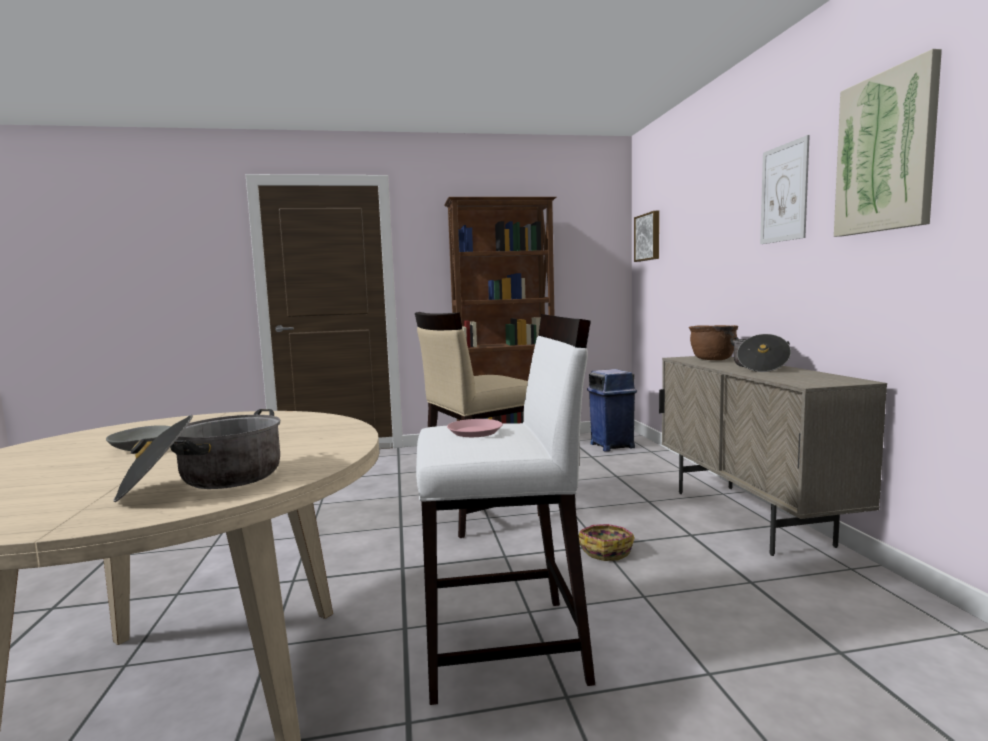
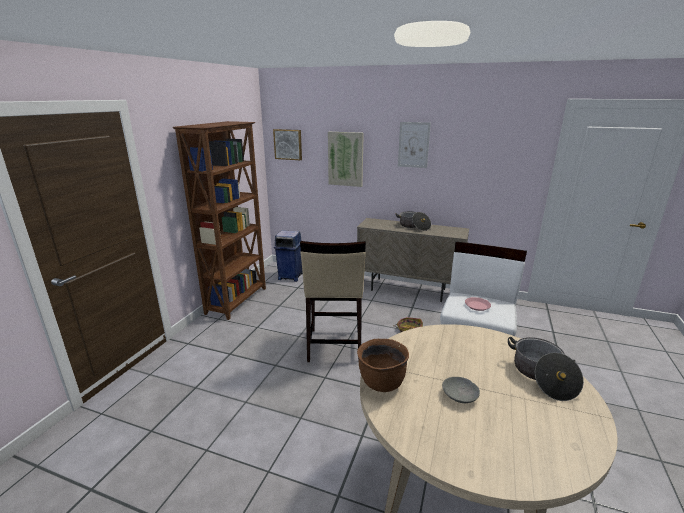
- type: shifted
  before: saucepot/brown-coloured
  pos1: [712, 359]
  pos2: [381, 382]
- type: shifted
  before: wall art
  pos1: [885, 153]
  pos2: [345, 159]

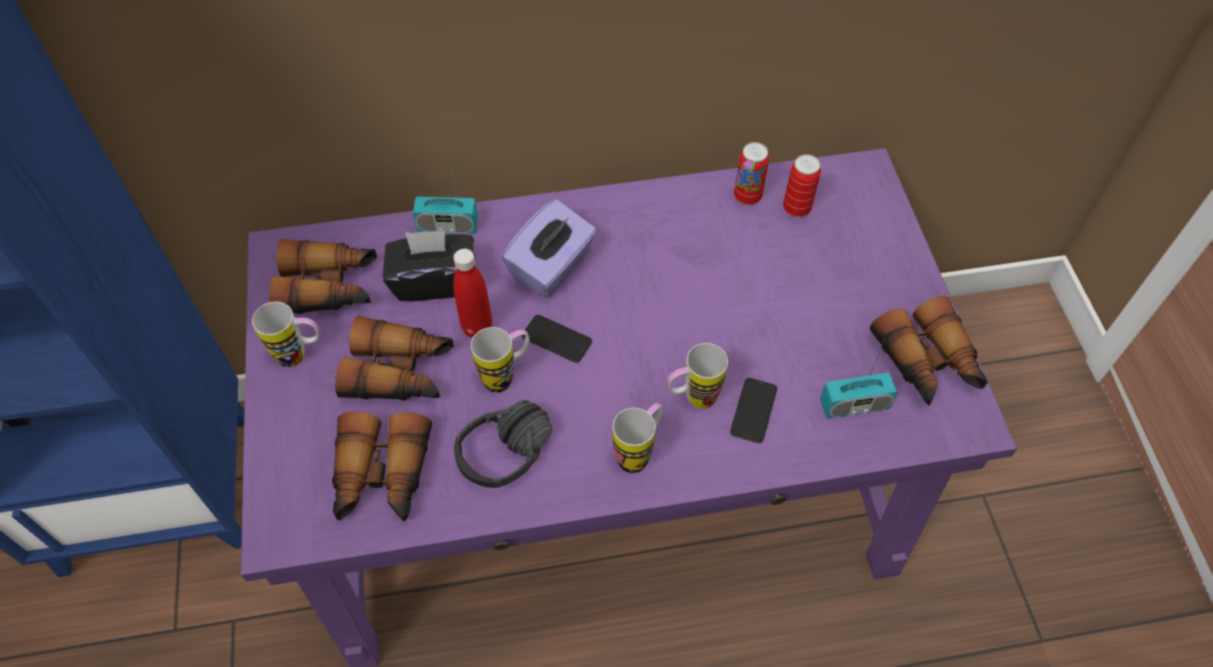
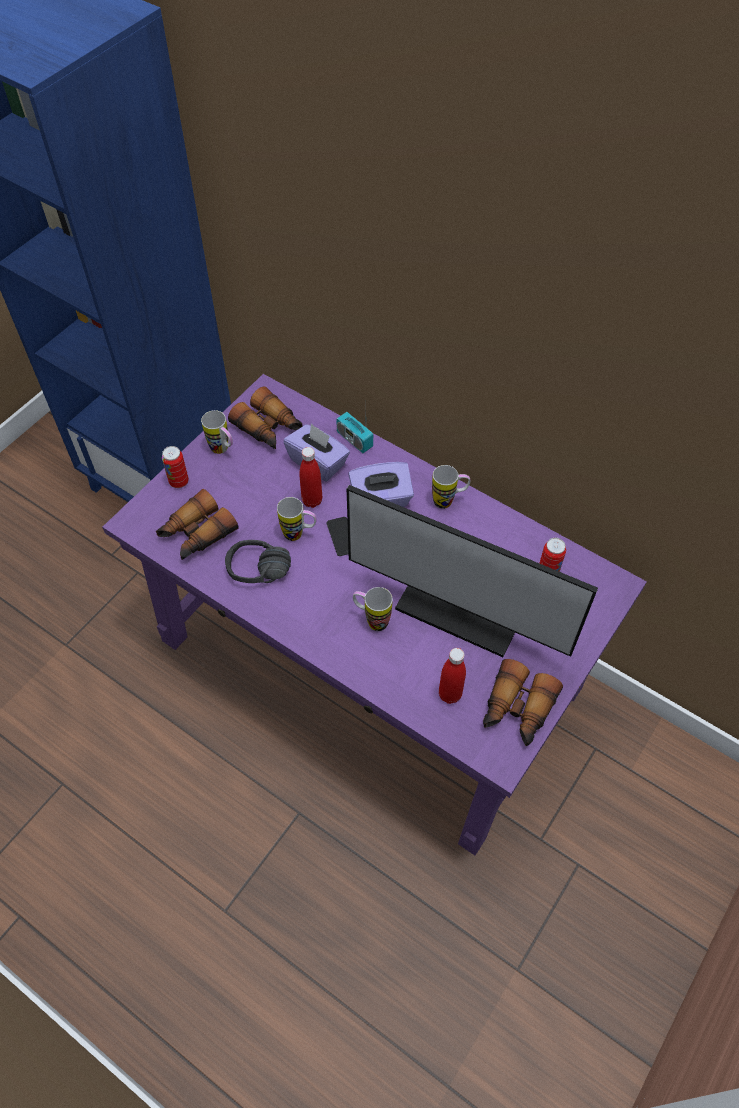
- type: gone
  before: field glasses
  pos1: [401, 372]
- type: repainted
  before: tissue holder/blackish
  after: tissue holder/purple-coloured
  pos1: [434, 281]
  pos2: [318, 462]
- type: shifted
  before: tea mug
  pos1: [639, 453]
  pos2: [448, 501]
- type: gone
  before: phone
  pos1: [753, 411]
- type: shifted
  before: can
  pos1: [747, 196]
  pos2: [179, 481]
- type: swapped
  before: radio
  after: bottle/red
  pos1: [854, 405]
  pos2: [450, 694]
- type: new
  after: computer screen
  pos2: [459, 611]

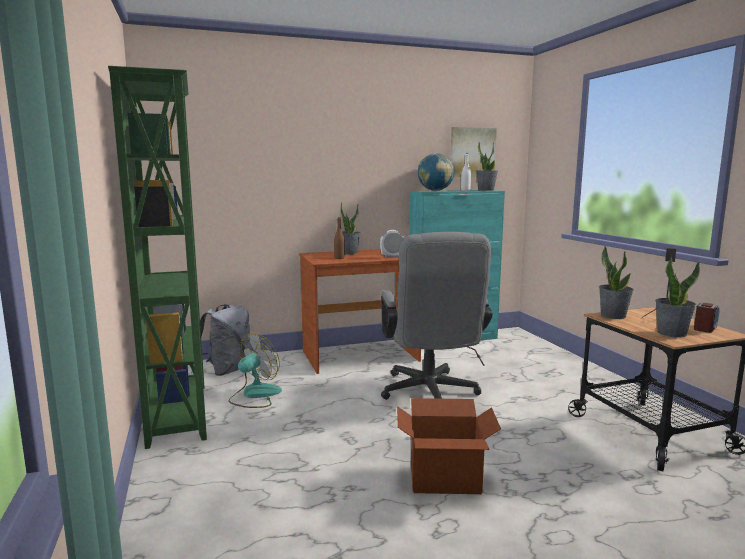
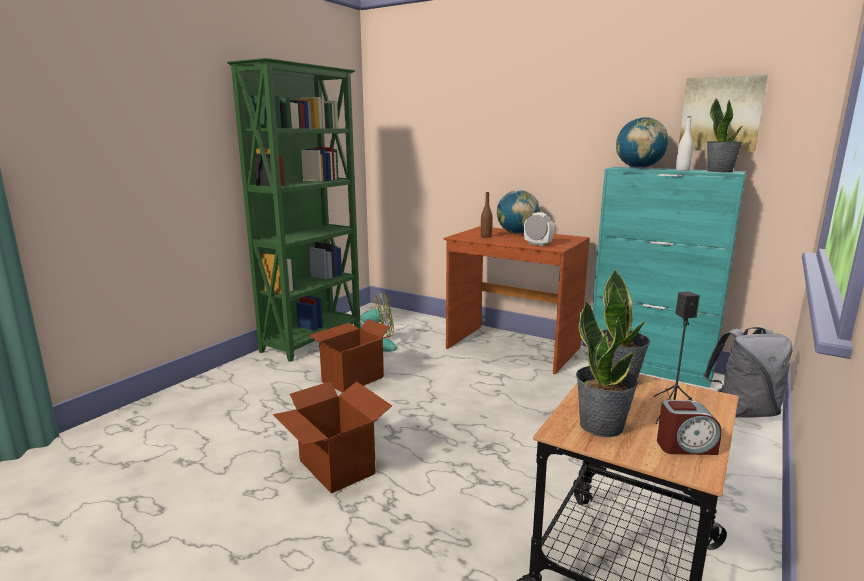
- type: shifted
  before: backpack/gray
  pos1: [228, 370]
  pos2: [743, 412]
- type: swapped
  before: houseplant
  after: world globe
  pos1: [348, 253]
  pos2: [517, 233]
- type: gone
  before: desk chair/gray
  pos1: [430, 394]
- type: new
  after: carton
  pos2: [352, 379]

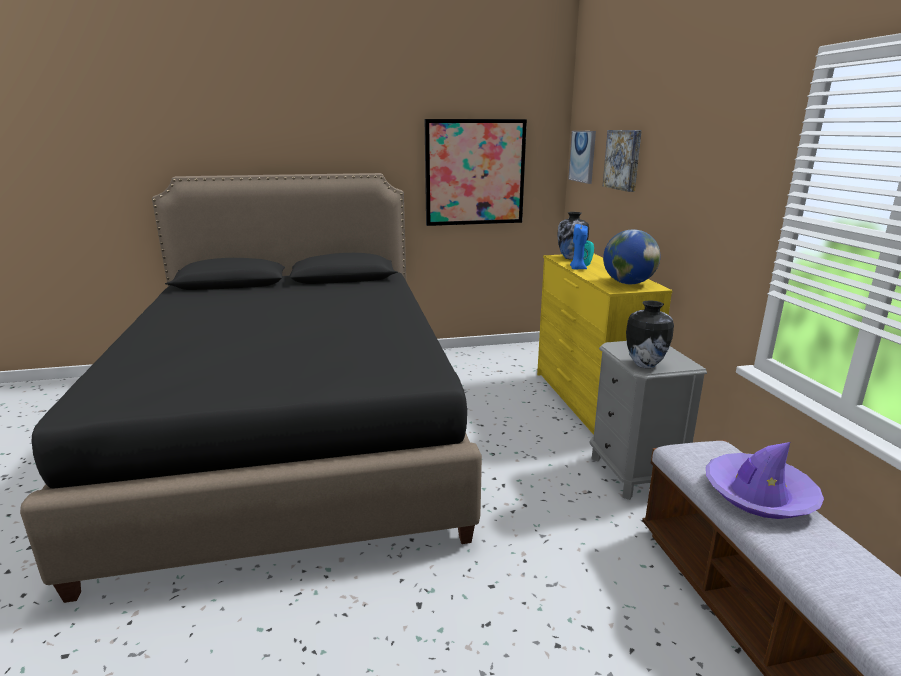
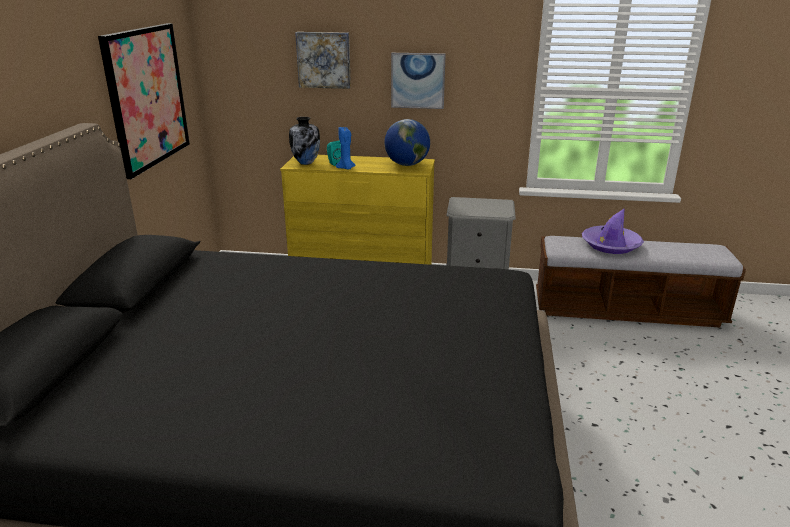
- type: shifted
  before: wall art
  pos1: [583, 156]
  pos2: [418, 80]
- type: gone
  before: vase
  pos1: [644, 364]

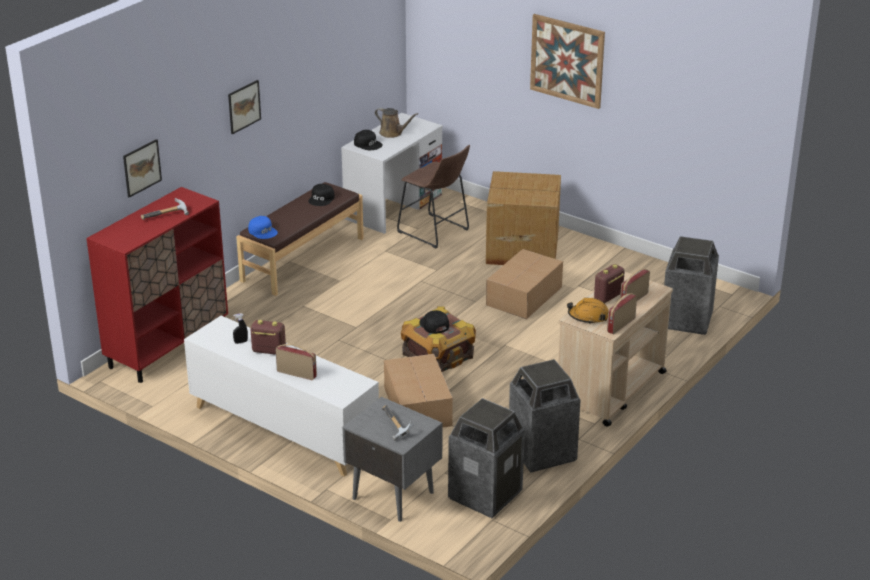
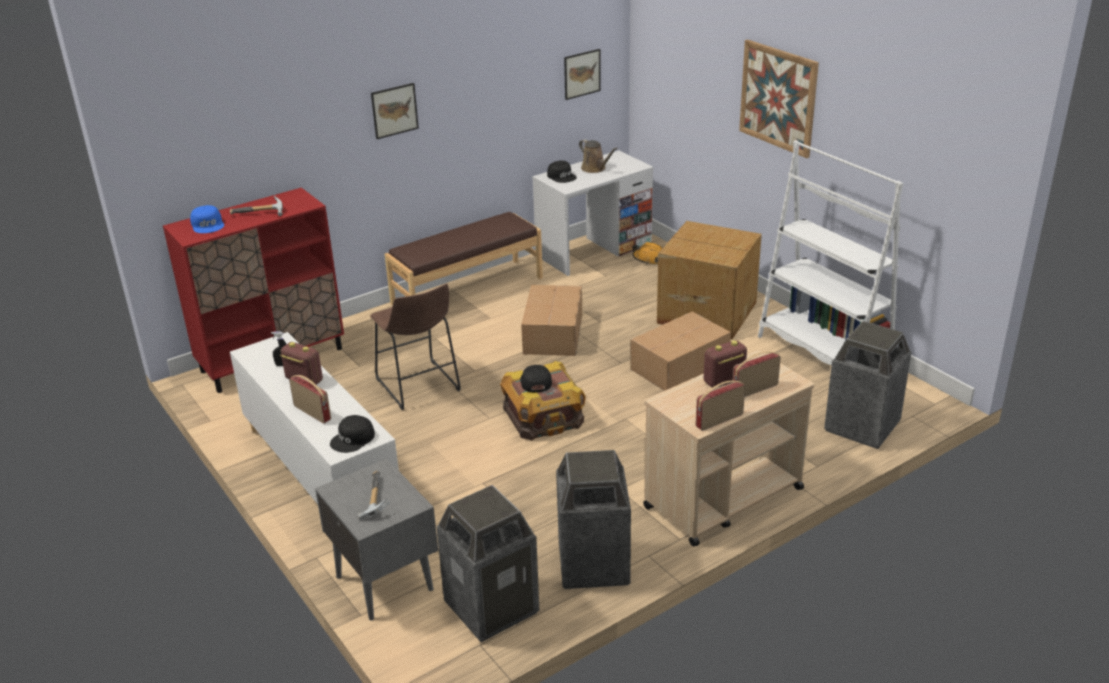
- type: shifted
  before: wall art
  pos1: [142, 168]
  pos2: [582, 74]
- type: shifted
  before: cap/blue
  pos1: [263, 231]
  pos2: [208, 225]
- type: shifted
  before: cap/blackish
  pos1: [322, 199]
  pos2: [353, 439]
- type: shifted
  before: carton
  pos1: [417, 407]
  pos2: [552, 334]
- type: shifted
  before: stool seat/brown-coloured
  pos1: [435, 232]
  pos2: [419, 387]
- type: shifted
  before: work helmet/orange-coloured
  pos1: [588, 316]
  pos2: [650, 259]
- type: new
  after: bookshelf/whitish
  pos2: [823, 352]

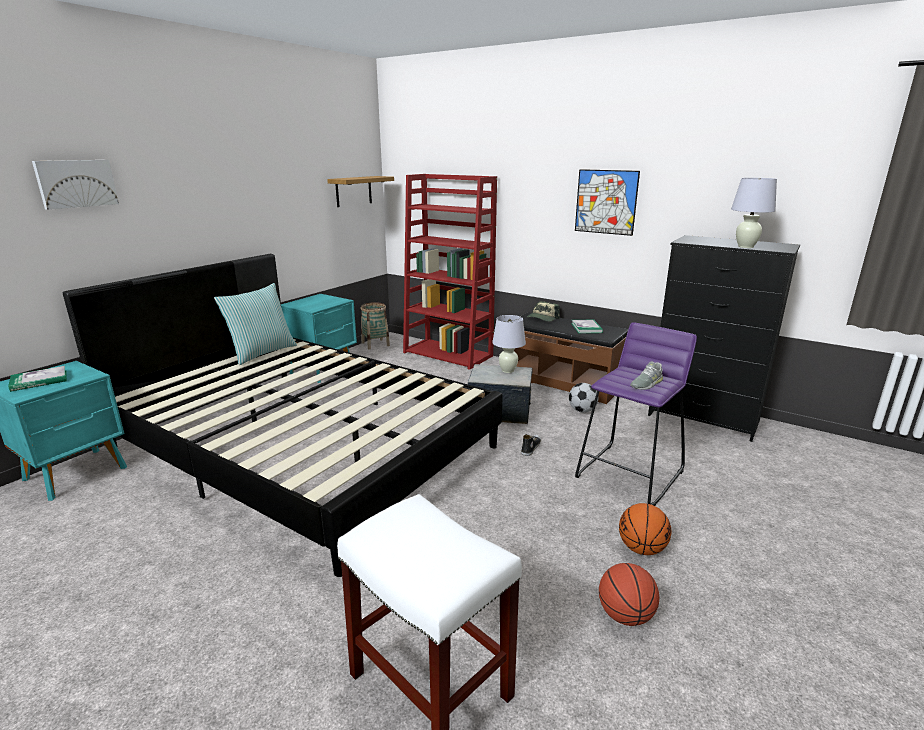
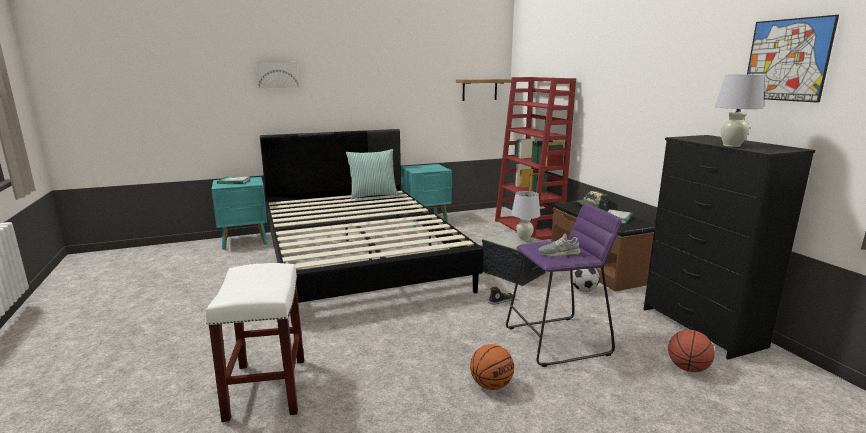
- type: gone
  before: storage basket
  pos1: [375, 344]
- type: shifted
  before: wall art
  pos1: [606, 202]
  pos2: [787, 60]
- type: shifted
  before: ball for basketball
  pos1: [625, 615]
  pos2: [687, 368]

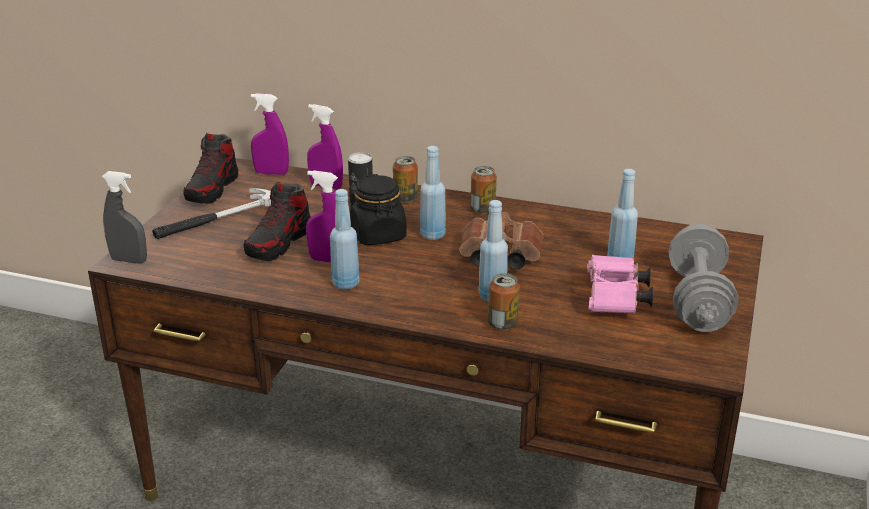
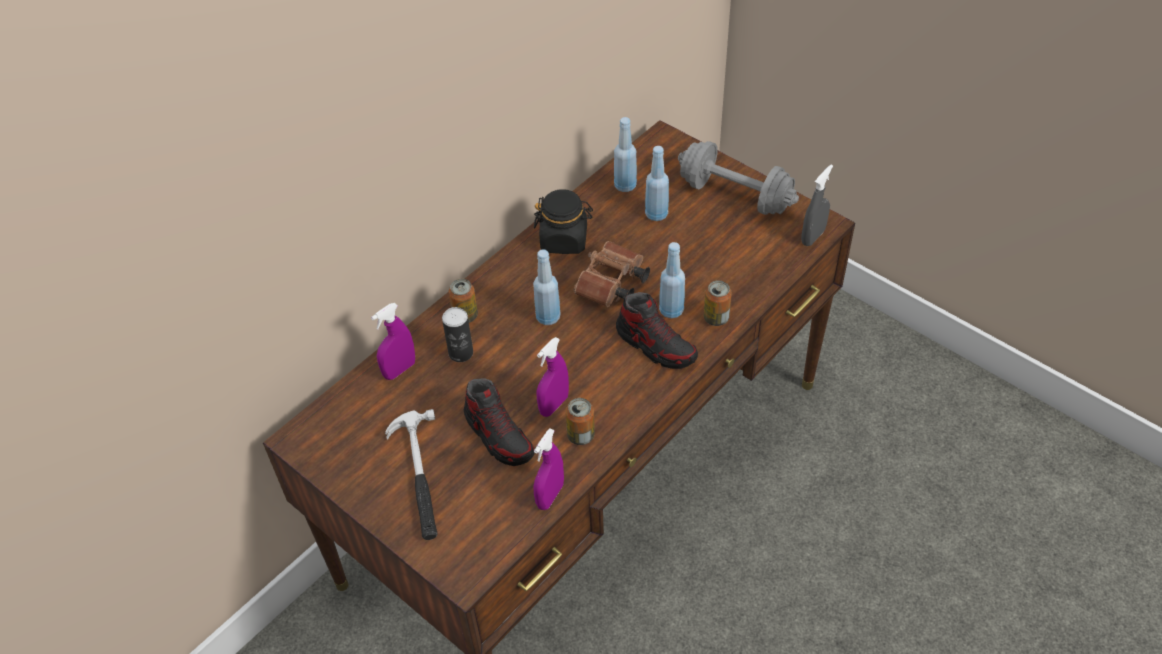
- type: shifted
  before: spray bottle/gray
  pos1: [129, 260]
  pos2: [813, 237]
- type: shifted
  before: shoe
  pos1: [212, 189]
  pos2: [656, 345]
- type: shifted
  before: spray bottle/purple-coloured
  pos1: [271, 173]
  pos2: [550, 496]
- type: shifted
  before: bottle/blue
  pos1: [345, 283]
  pos2: [625, 185]
- type: shifted
  before: storage jar/blackish
  pos1: [378, 235]
  pos2: [564, 240]
- type: shifted
  before: can
  pos1: [482, 209]
  pos2: [581, 435]
- type: gone
  before: field glasses/pinkish
  pos1: [615, 300]

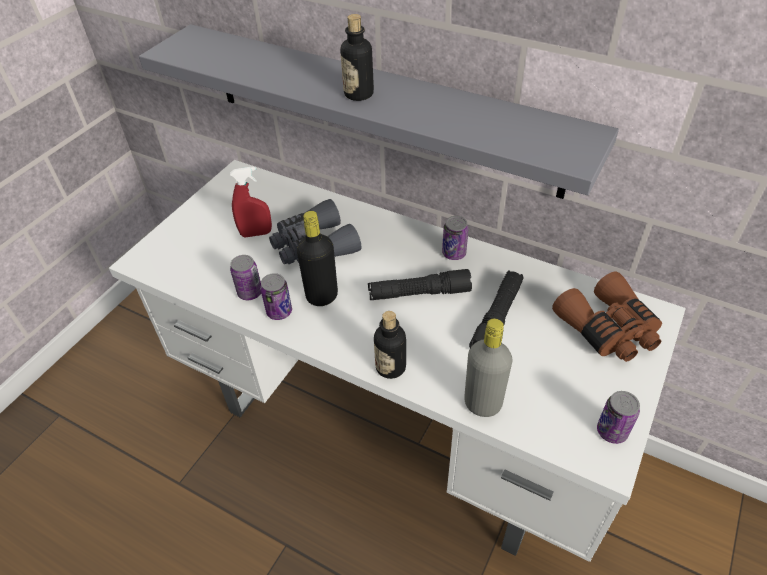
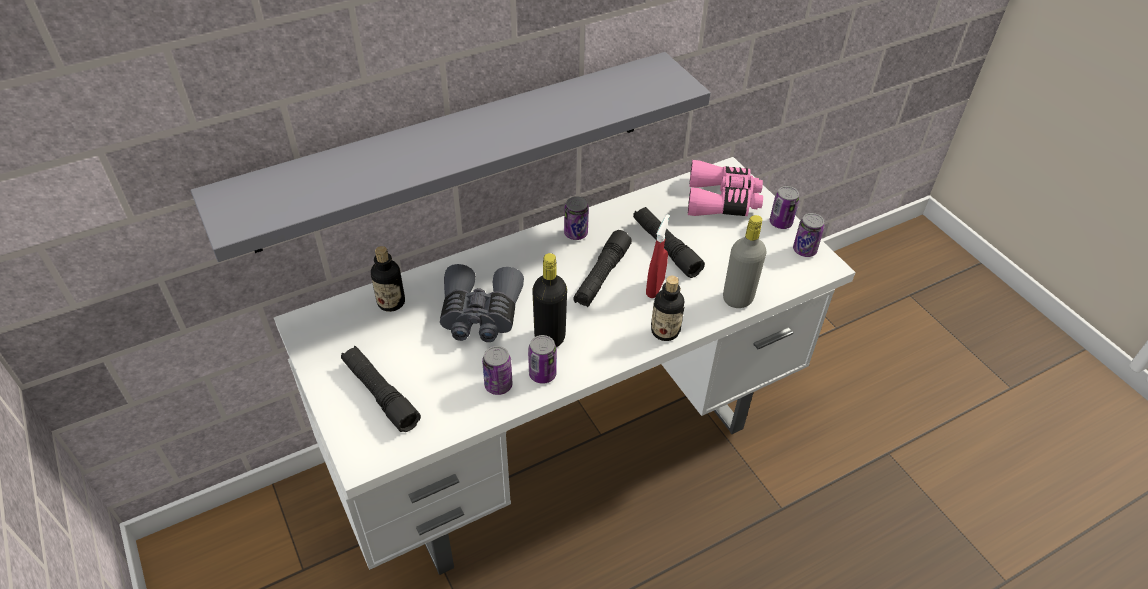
- type: shifted
  before: spray bottle/red
  pos1: [256, 233]
  pos2: [655, 288]
- type: shifted
  before: bottle
  pos1: [358, 94]
  pos2: [391, 302]
- type: repainted
  before: field glasses/brown-coloured
  after: field glasses/pinkish
  pos1: [608, 329]
  pos2: [722, 201]
- type: new
  after: hand torch/blackish
  pos2: [380, 394]
- type: new
  after: can
  pos2: [780, 223]

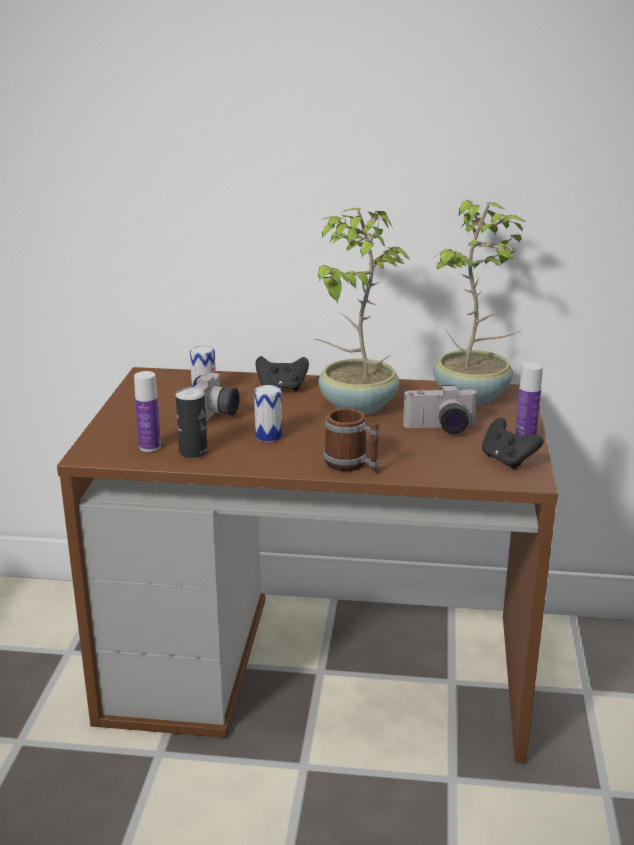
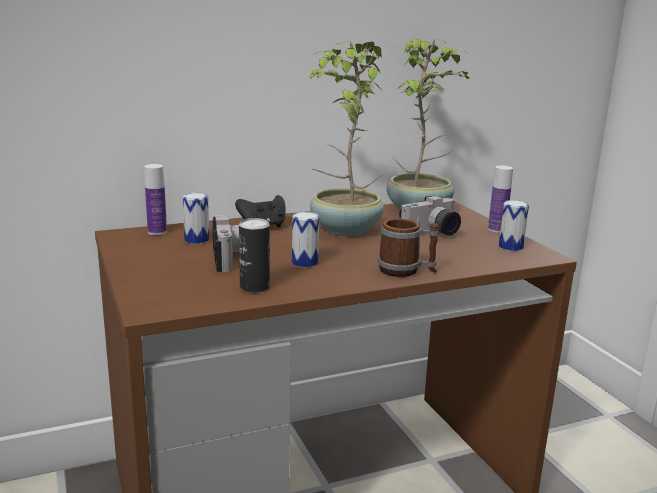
- type: shifted
  before: bottle
  pos1: [150, 447]
  pos2: [157, 232]
- type: swapped
  before: game controller/blackish
  after: can
  pos1: [507, 460]
  pos2: [510, 247]

